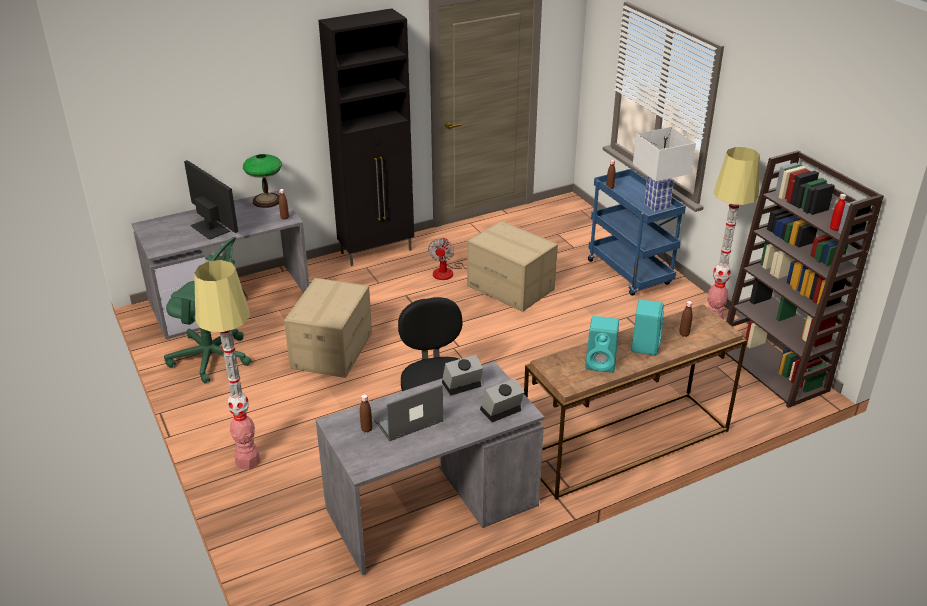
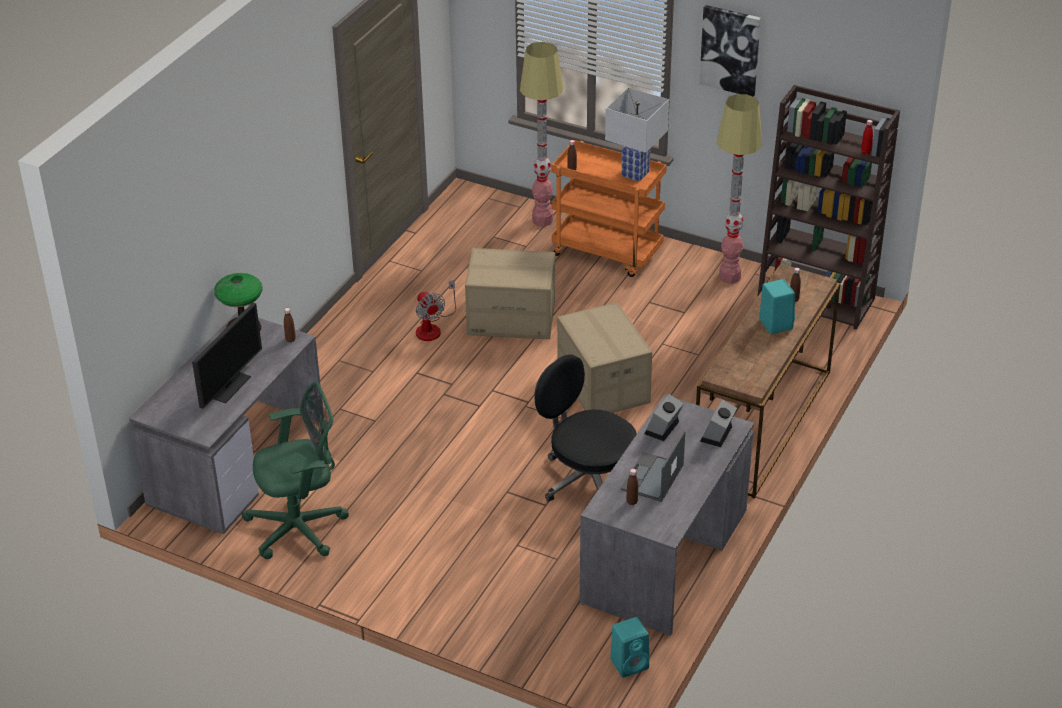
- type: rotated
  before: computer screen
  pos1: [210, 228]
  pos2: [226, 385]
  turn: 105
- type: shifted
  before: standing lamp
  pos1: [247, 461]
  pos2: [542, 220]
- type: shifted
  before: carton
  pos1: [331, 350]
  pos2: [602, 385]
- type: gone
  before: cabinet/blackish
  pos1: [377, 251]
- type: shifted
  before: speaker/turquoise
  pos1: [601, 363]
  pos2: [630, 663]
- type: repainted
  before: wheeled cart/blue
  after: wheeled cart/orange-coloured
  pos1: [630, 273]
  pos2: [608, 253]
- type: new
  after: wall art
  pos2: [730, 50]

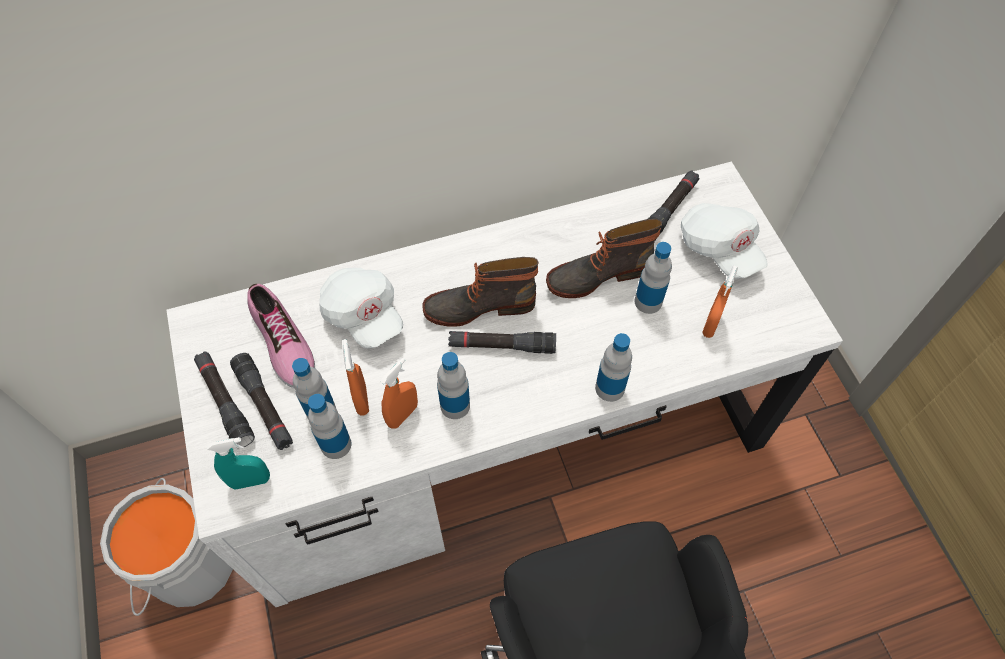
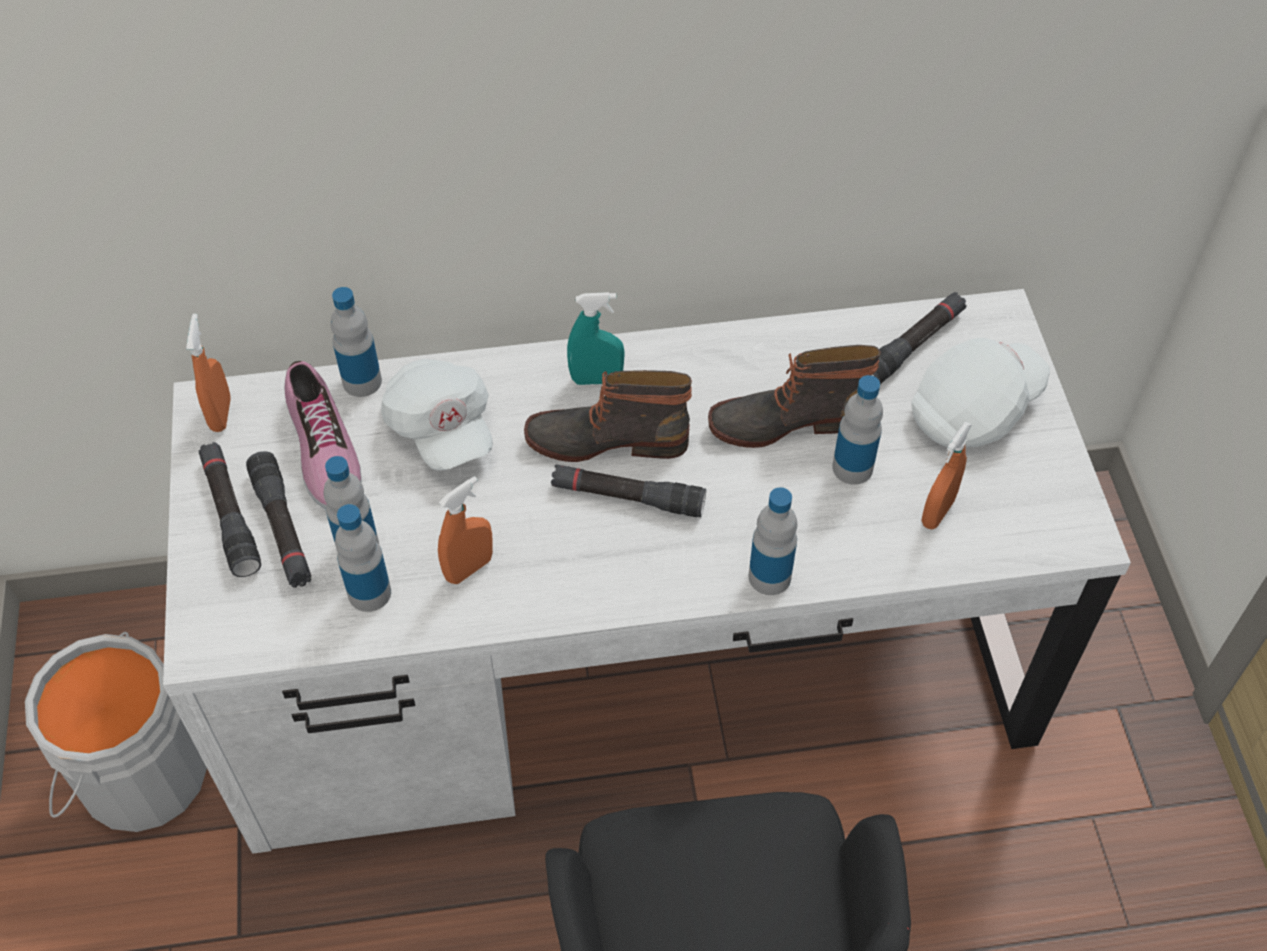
- type: shifted
  before: spray bottle/turquoise
  pos1: [250, 481]
  pos2: [596, 379]
- type: shifted
  before: spray bottle/orange-coloured
  pos1: [362, 400]
  pos2: [221, 414]
- type: shifted
  before: bottle
  pos1: [455, 405]
  pos2: [362, 381]
- type: rotated
  before: cap/whitish
  pos1: [719, 249]
  pos2: [974, 410]
  turn: -105

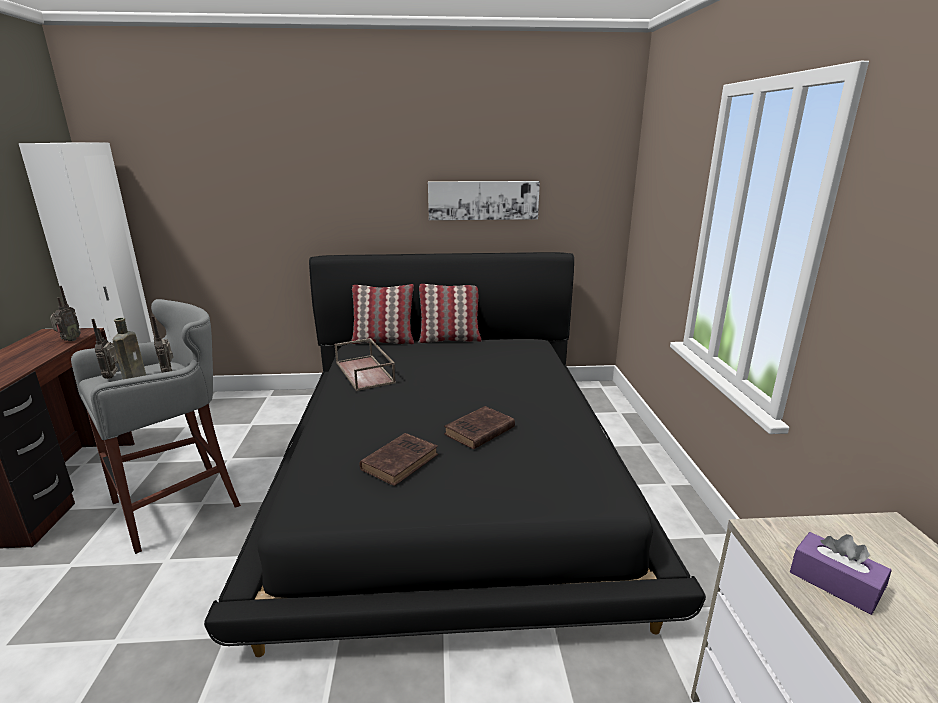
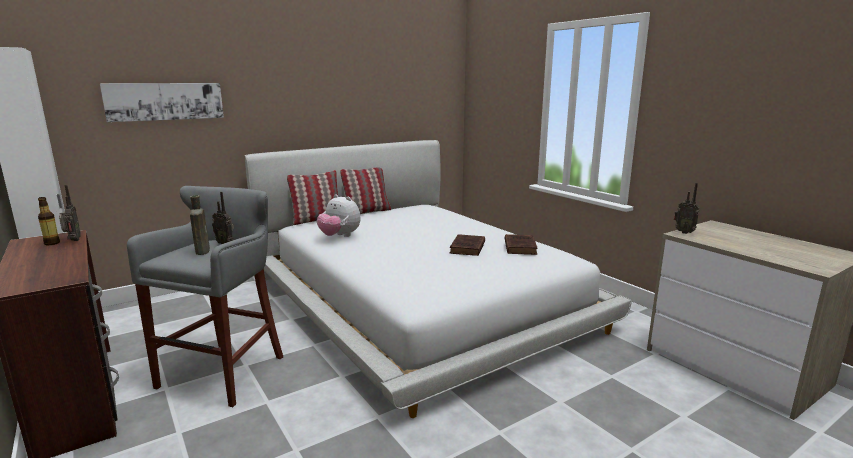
- type: shifted
  before: radio
  pos1: [114, 376]
  pos2: [684, 232]
- type: repainted
  before: bed/blackish
  after: bed/whitish
  pos1: [451, 473]
  pos2: [418, 300]
- type: swapped
  before: serving tray/brown-coloured
  after: plush toy
  pos1: [365, 372]
  pos2: [339, 236]
- type: shifted
  before: bound book/brown-coloured
  pos1: [401, 461]
  pos2: [520, 247]
- type: shifted
  before: wall art
  pos1: [483, 200]
  pos2: [165, 101]
- type: gone
  before: tissue holder/purple-coloured
  pos1: [834, 583]
- type: new
  after: bottle
  pos2: [52, 243]

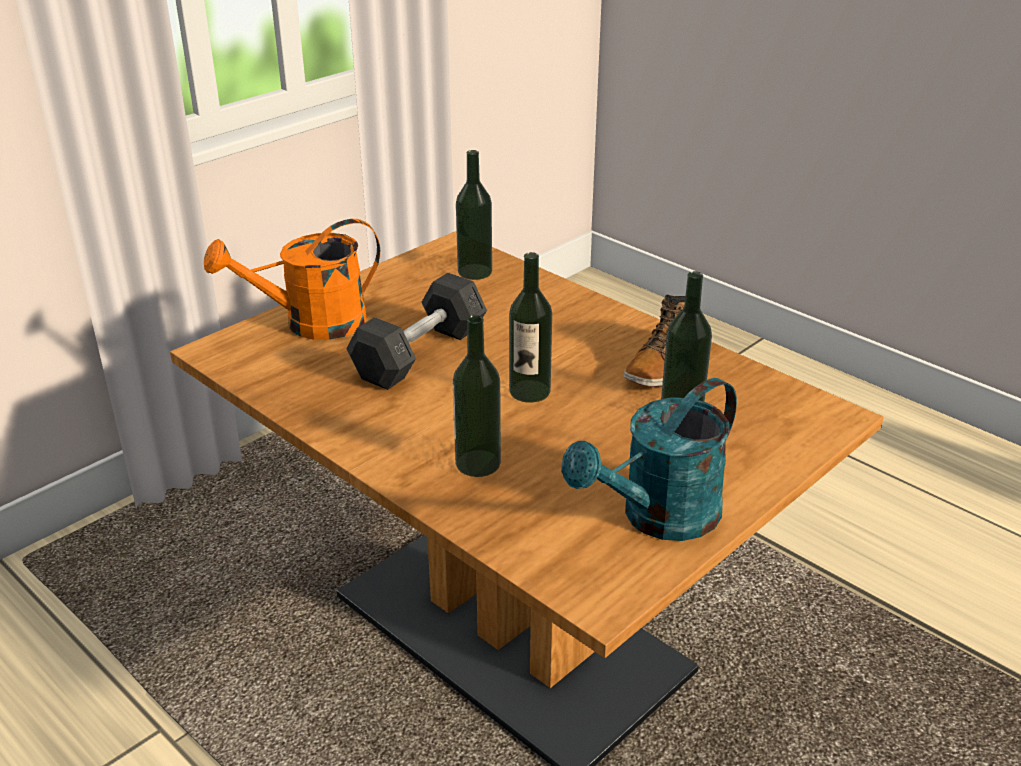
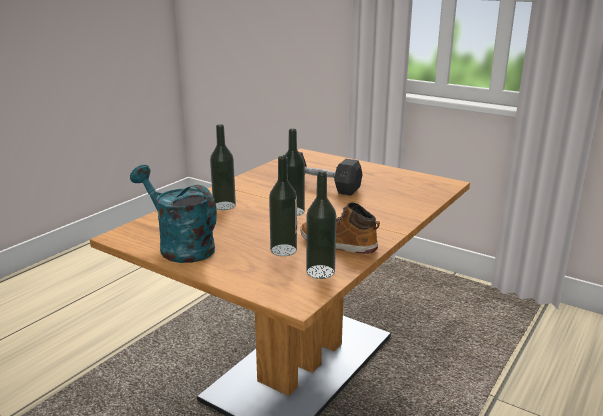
- type: gone
  before: watering can/orange-coloured
  pos1: [311, 324]
- type: shifted
  before: bottle
  pos1: [475, 272]
  pos2: [320, 272]

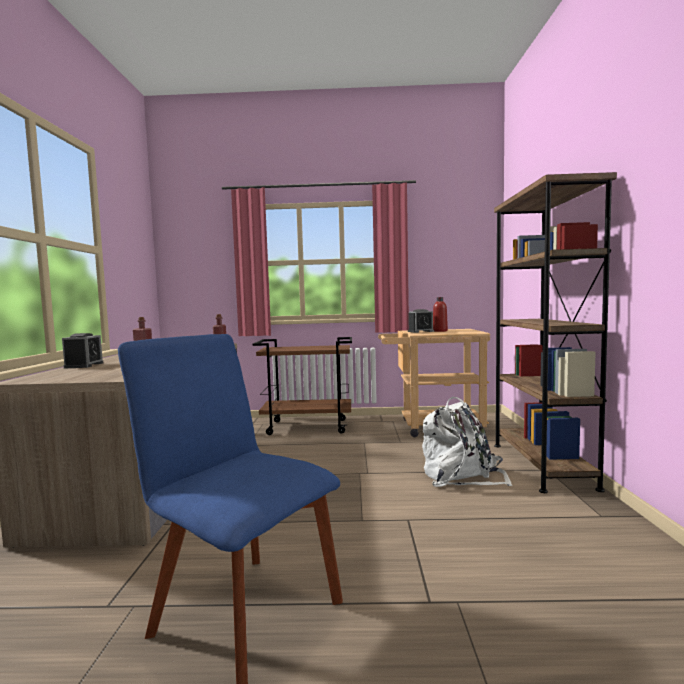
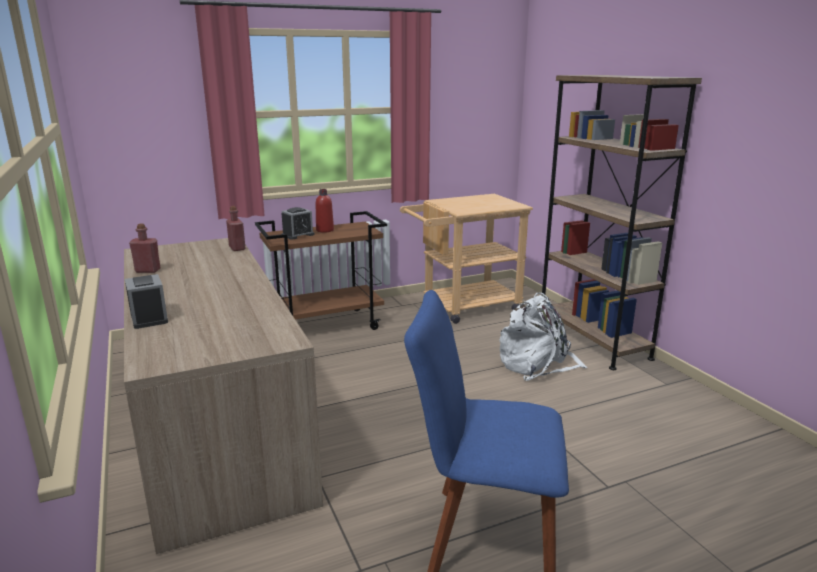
- type: shifted
  before: alarm clock
  pos1: [420, 331]
  pos2: [298, 235]
- type: shifted
  before: bottle/red
  pos1: [440, 331]
  pos2: [325, 230]

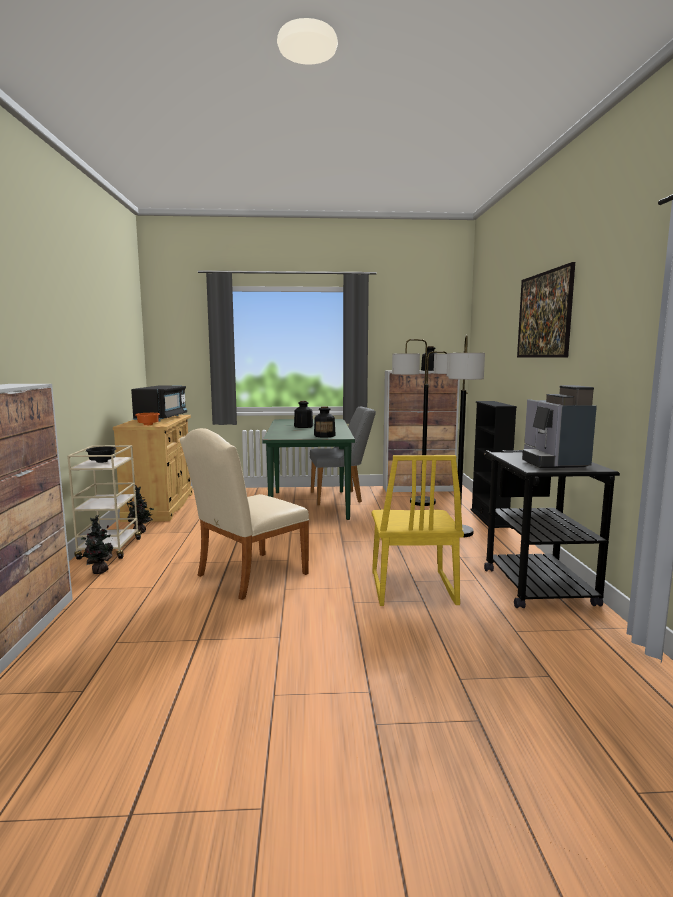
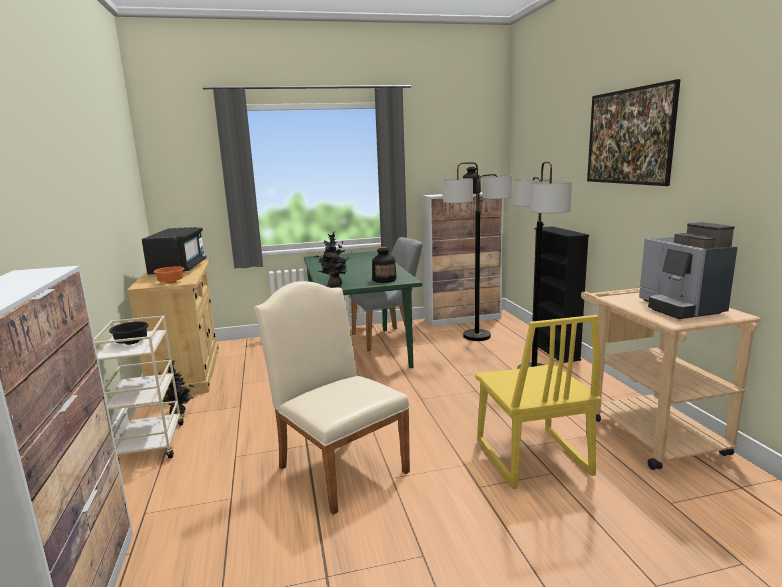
- type: shifted
  before: houseplant
  pos1: [98, 571]
  pos2: [334, 285]
- type: rotated
  before: chair/sand-coloured
  pos1: [246, 576]
  pos2: [338, 465]
  turn: 105
- type: gone
  before: bottle
  pos1: [303, 426]
- type: repainted
  before: wheeled cart/blackish
  after: wheeled cart/sand-coloured
  pos1: [533, 582]
  pos2: [647, 431]

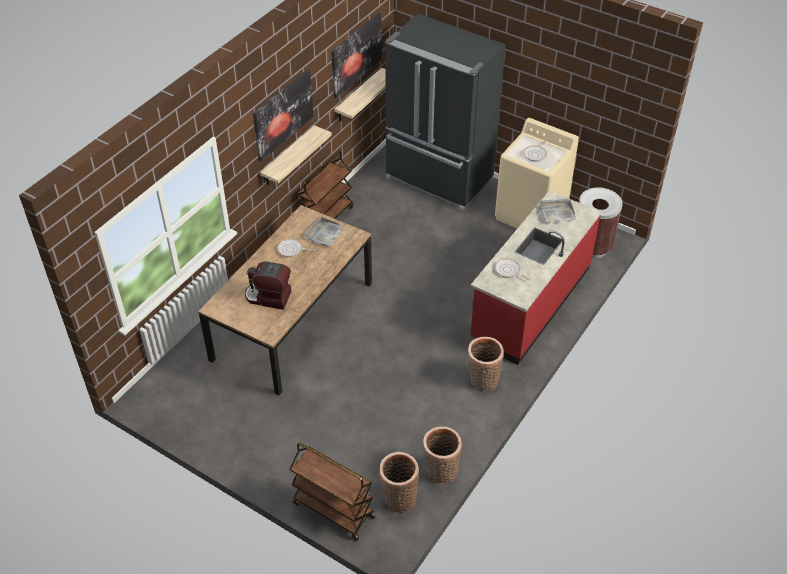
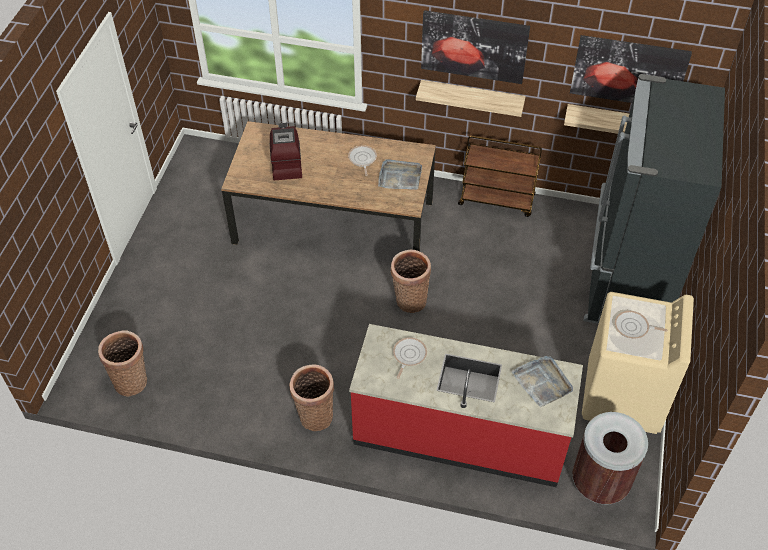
- type: gone
  before: wheeled cart/brown-coloured
  pos1: [332, 510]
- type: shifted
  before: storage basket
  pos1: [440, 472]
  pos2: [409, 299]

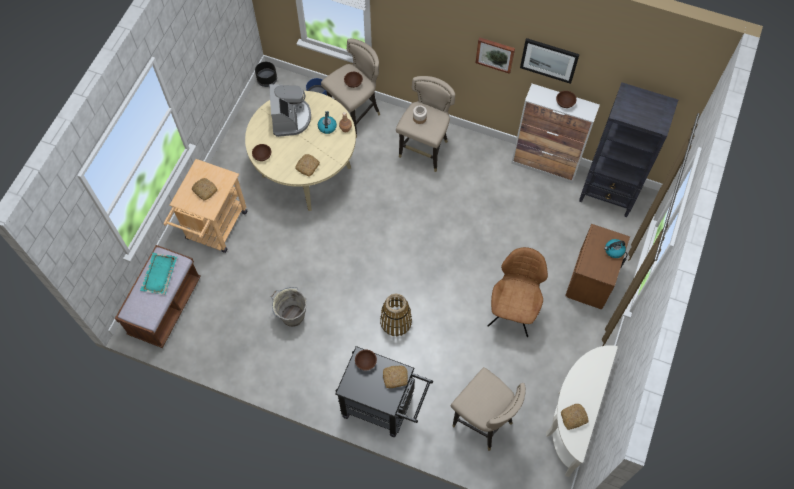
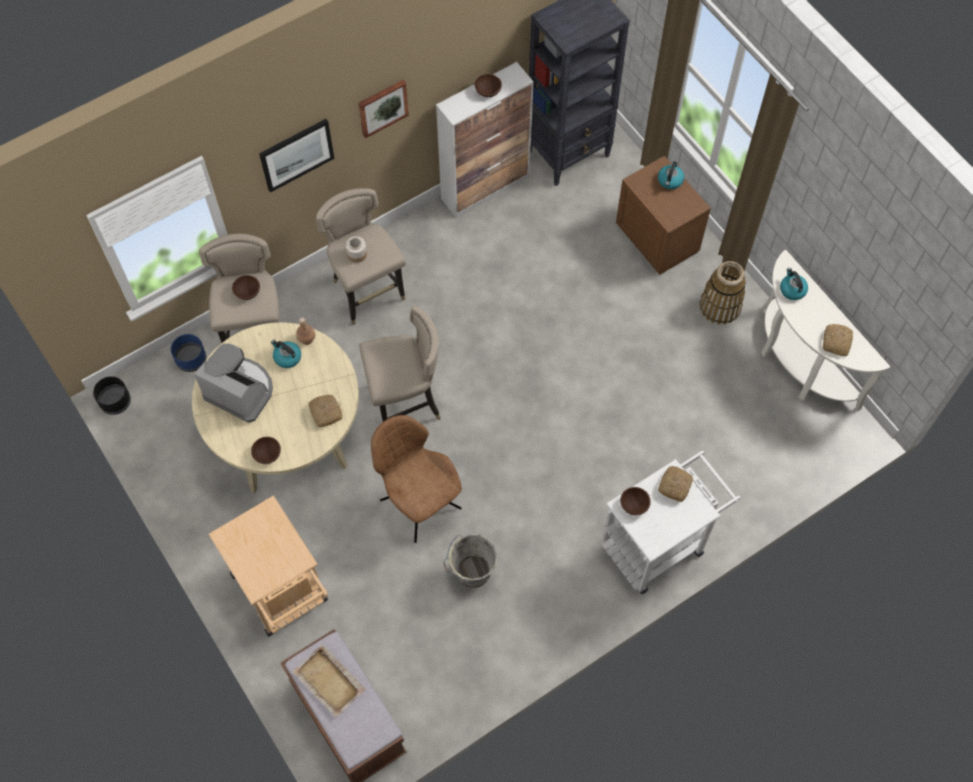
- type: repainted
  before: serving tray/turquoise
  after: serving tray/sand-coloured
  pos1: [159, 274]
  pos2: [329, 682]
- type: gone
  before: bakery bread
  pos1: [204, 190]
- type: repainted
  before: wheeled cart/blackish
  after: wheeled cart/whitish
  pos1: [384, 407]
  pos2: [659, 542]
- type: shifted
  before: storage basket
  pos1: [395, 321]
  pos2: [720, 306]
- type: shifted
  before: stool seat/sand-coloured
  pos1: [482, 422]
  pos2: [405, 405]
- type: shifted
  before: chair/brown-coloured
  pos1: [513, 311]
  pos2: [418, 502]
- type: shifted
  before: wall art
  pos1: [549, 60]
  pos2: [296, 154]
- type: new
  after: kettle
  pos2: [792, 290]

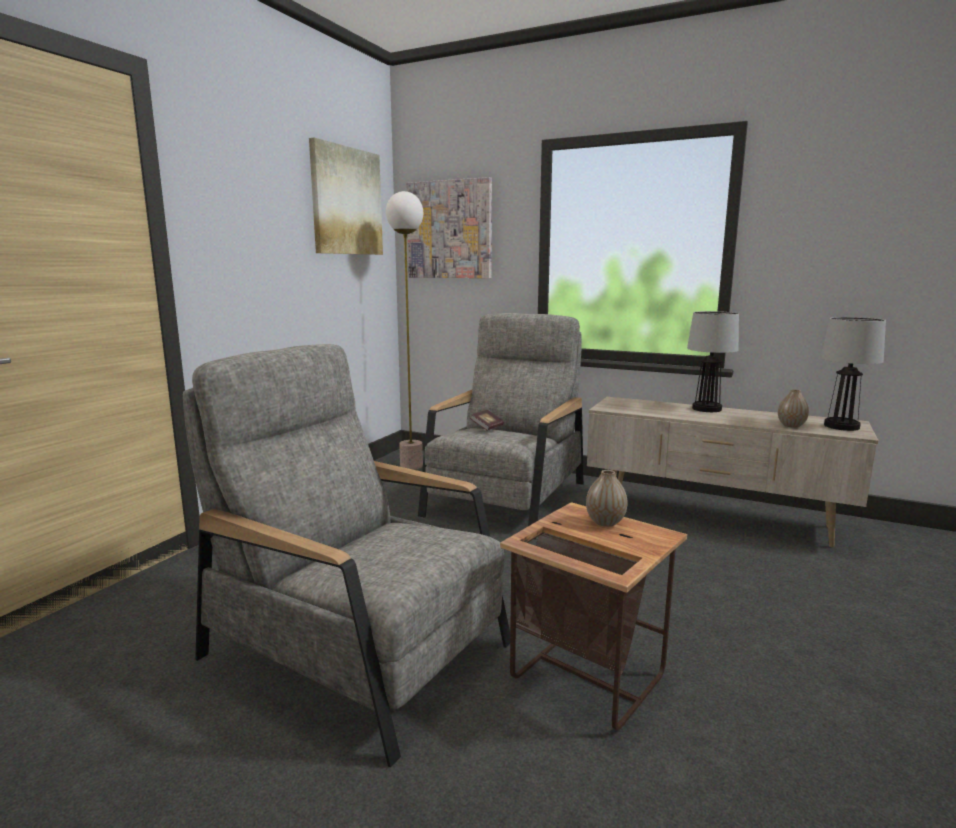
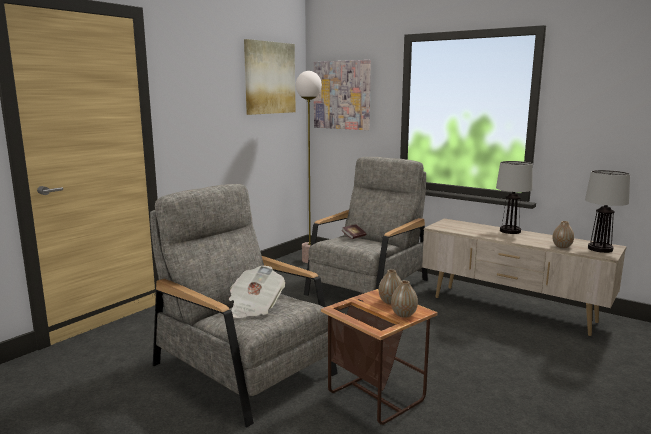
- type: new
  after: daily paper
  pos2: [254, 307]
- type: new
  after: vase
  pos2: [403, 314]

